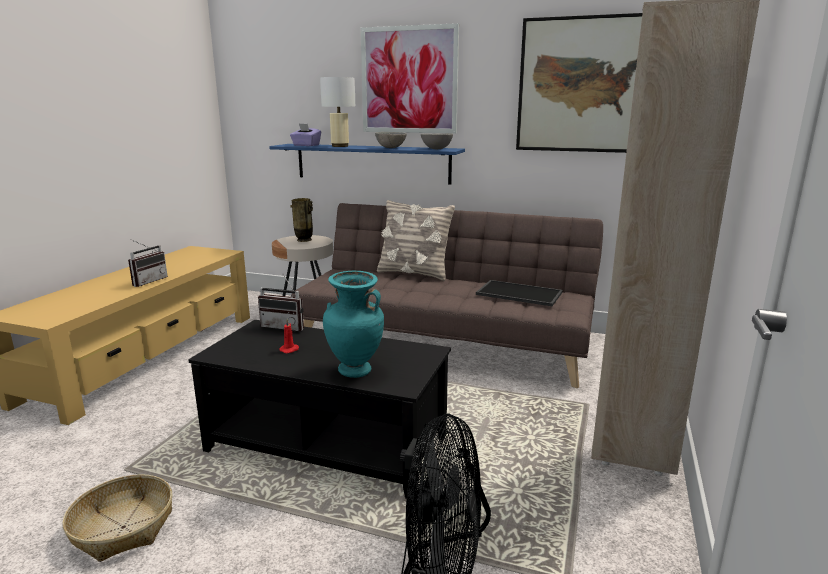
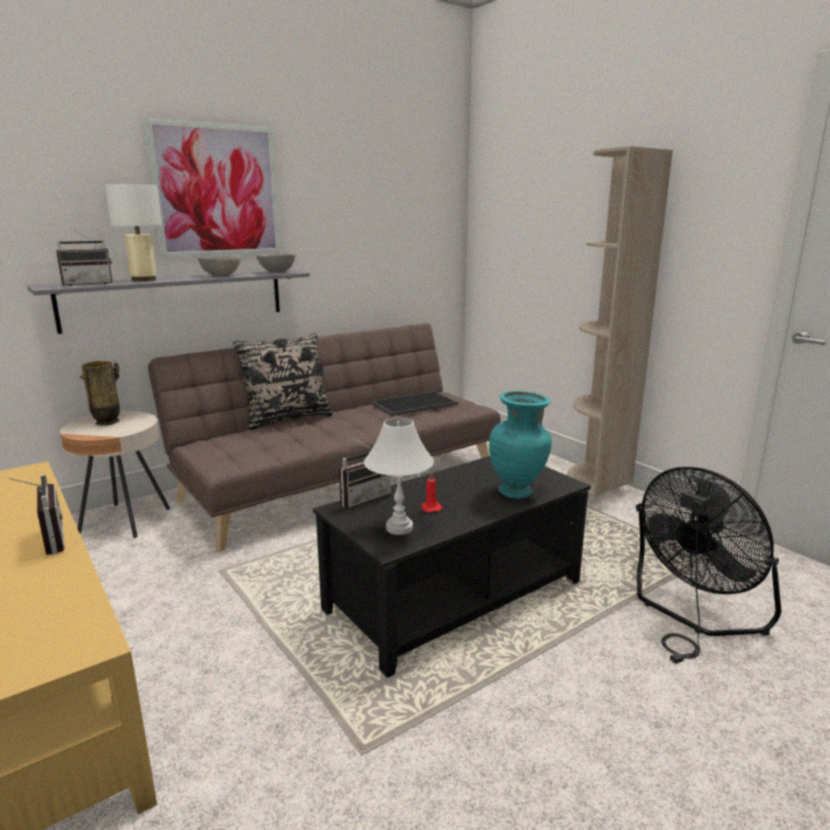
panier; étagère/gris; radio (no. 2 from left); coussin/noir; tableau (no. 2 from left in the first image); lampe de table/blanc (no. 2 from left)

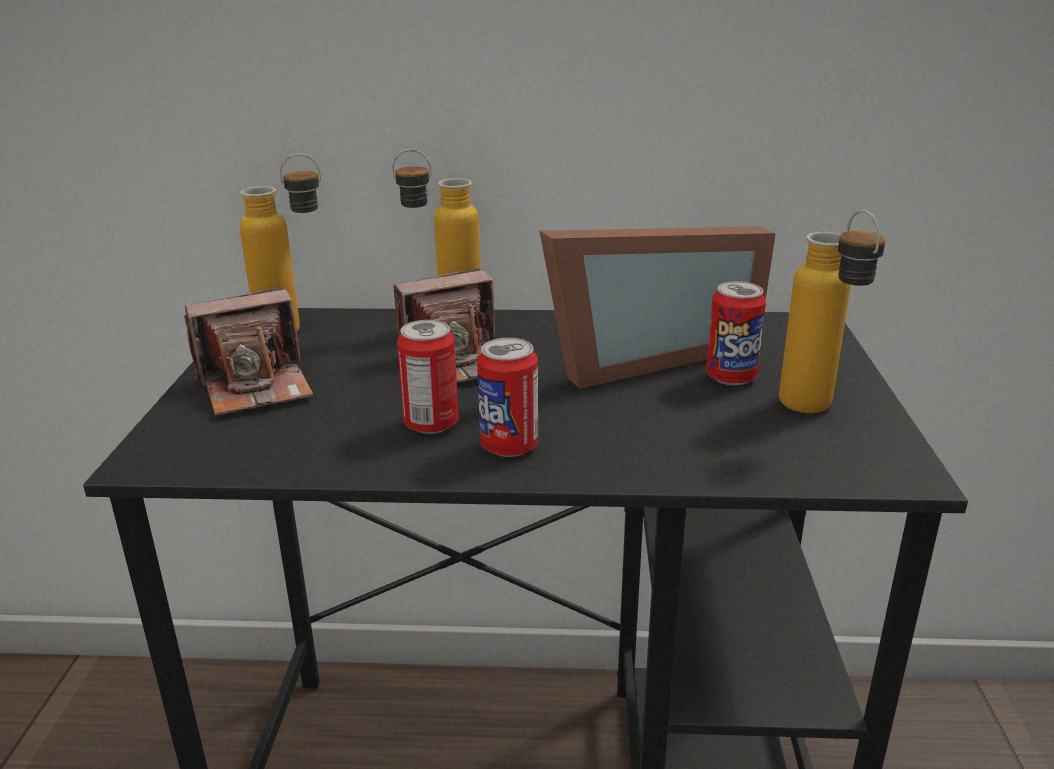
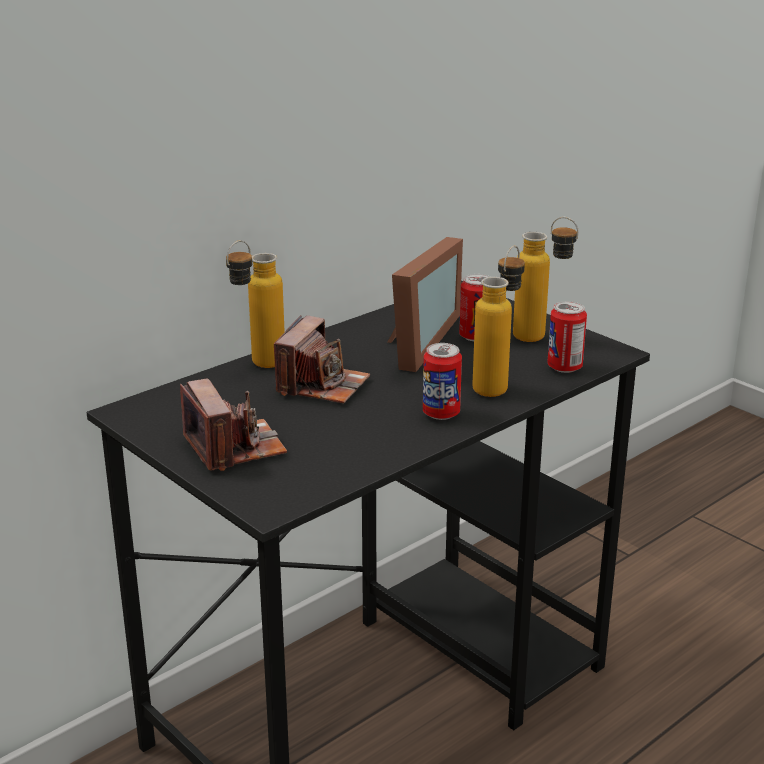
appareil photo (no. 1 from left); bouteille (no. 2 from left); boîte métallique (no. 3 from left)

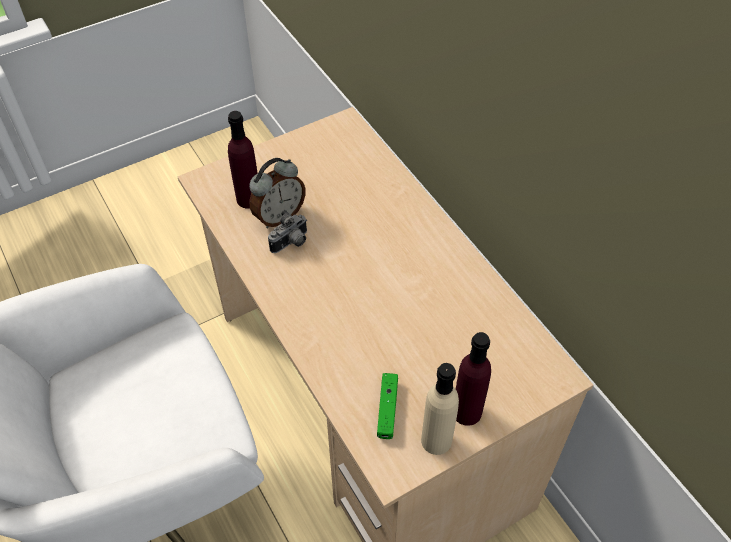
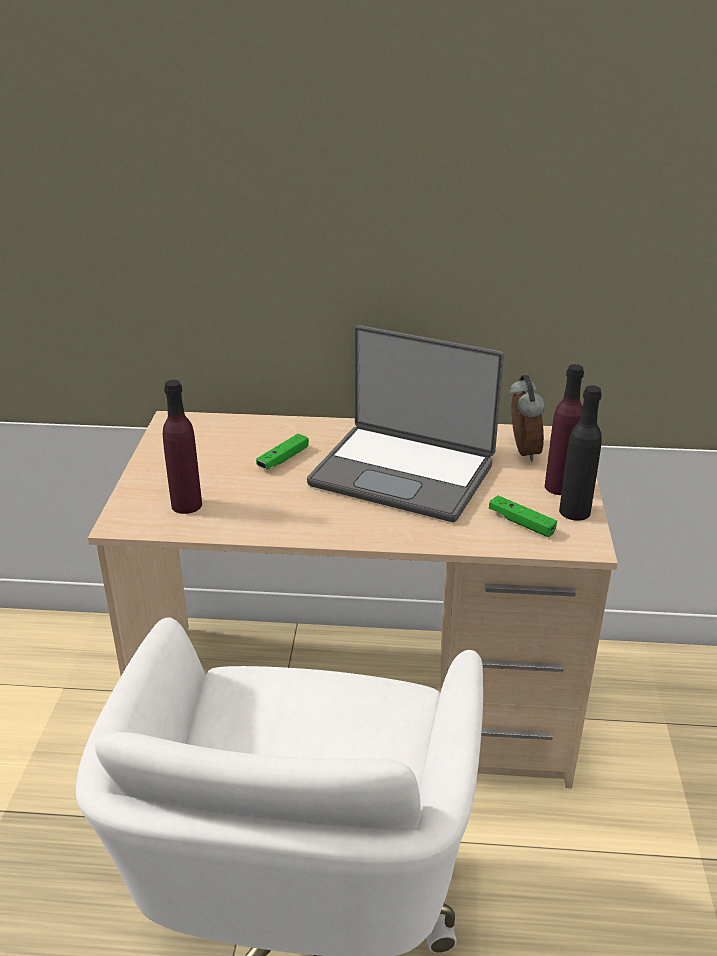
réveil; appareil photo; bouteille/noir; manette/vert (no. 1 from left); ordinateur portable

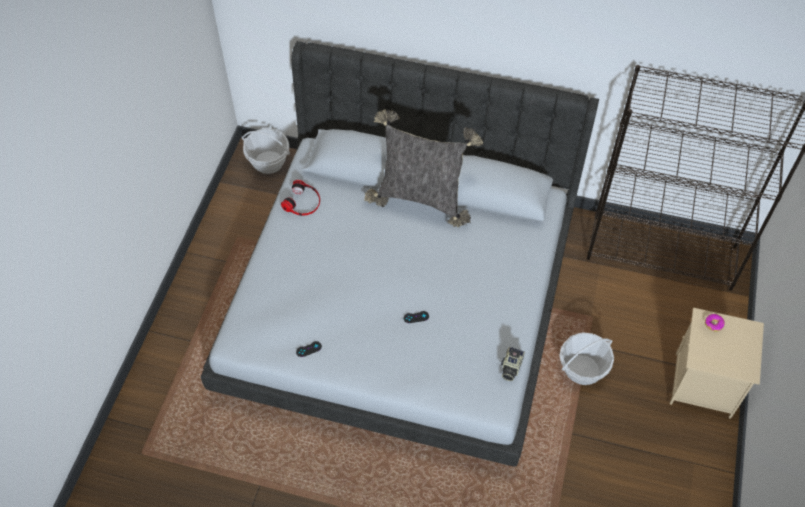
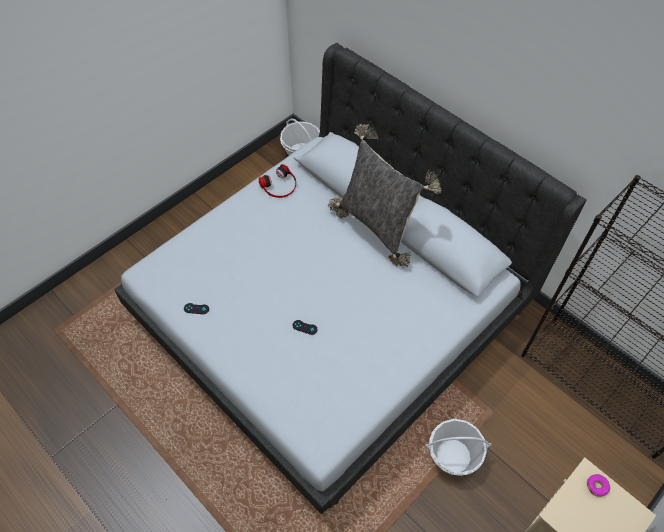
appareil photo

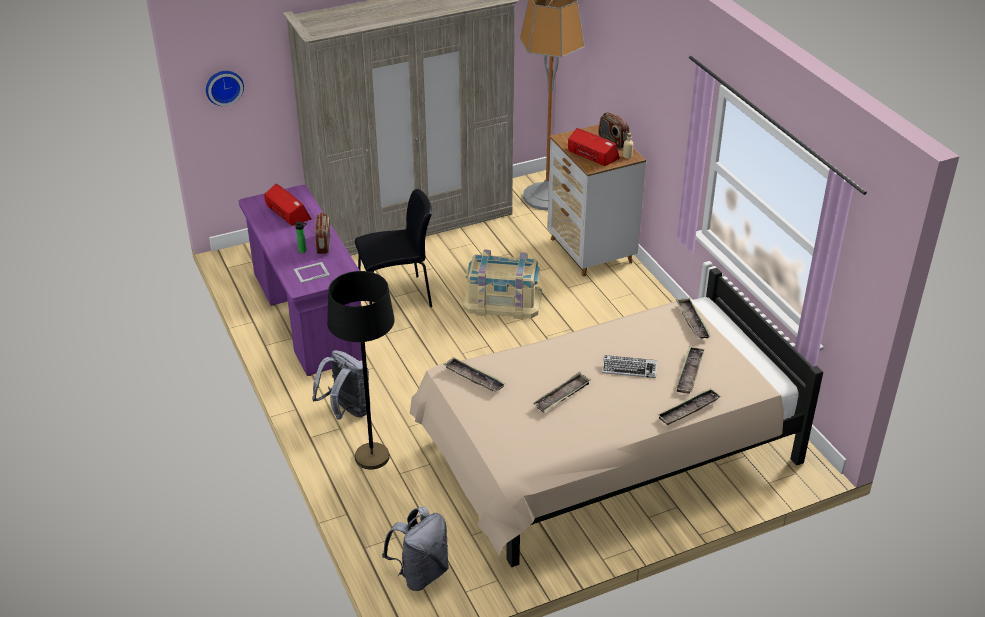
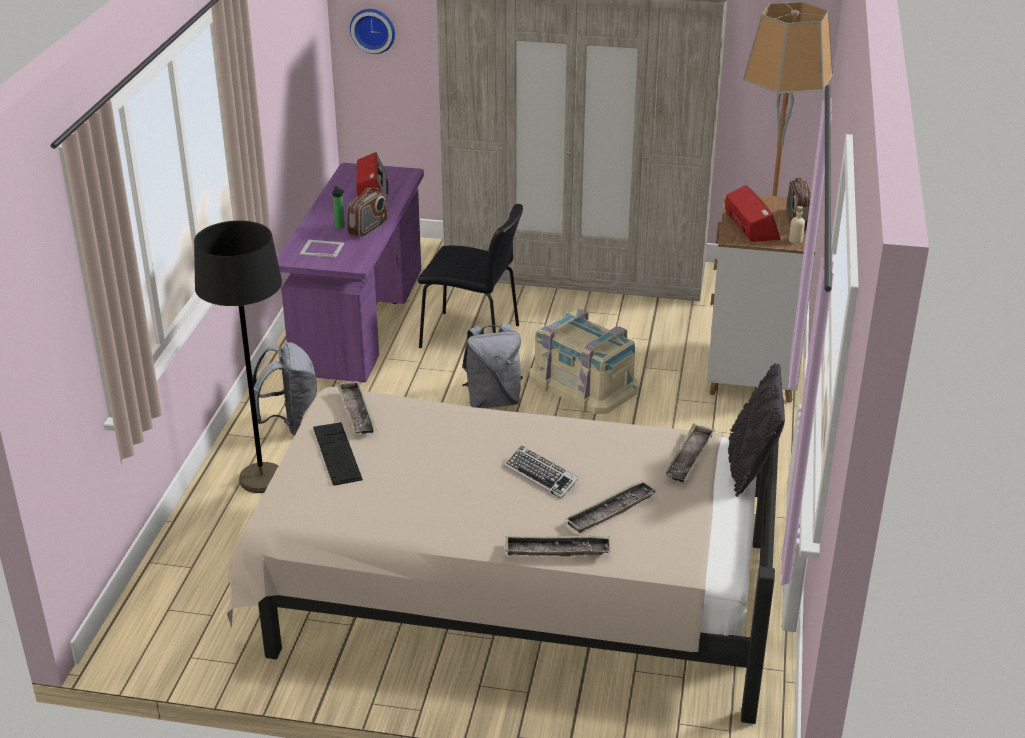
sac à dos/gris (no. 2 from left); plateau (no. 2 from left in the first image); clavier (no. 1 from left); coussin/noir

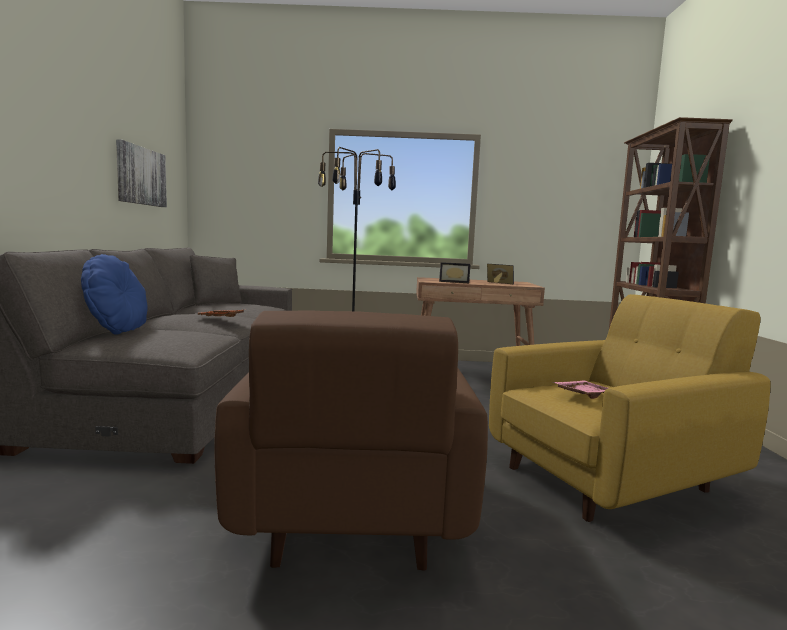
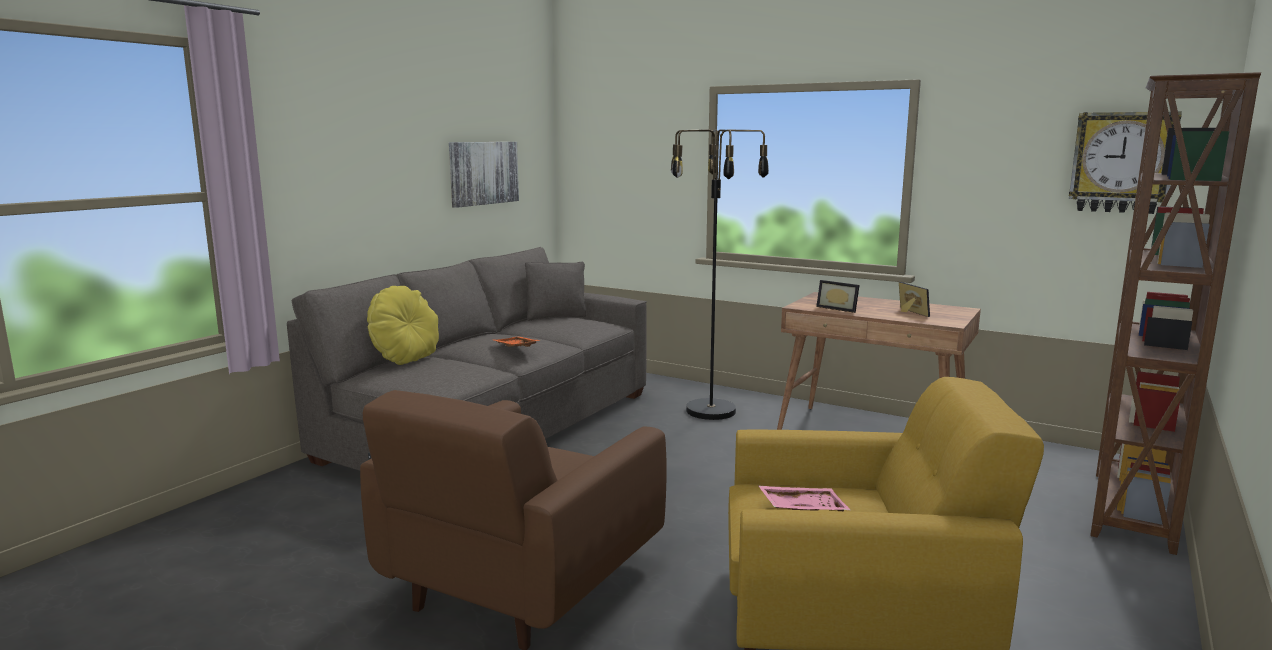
coussin/jaune; horloge murale

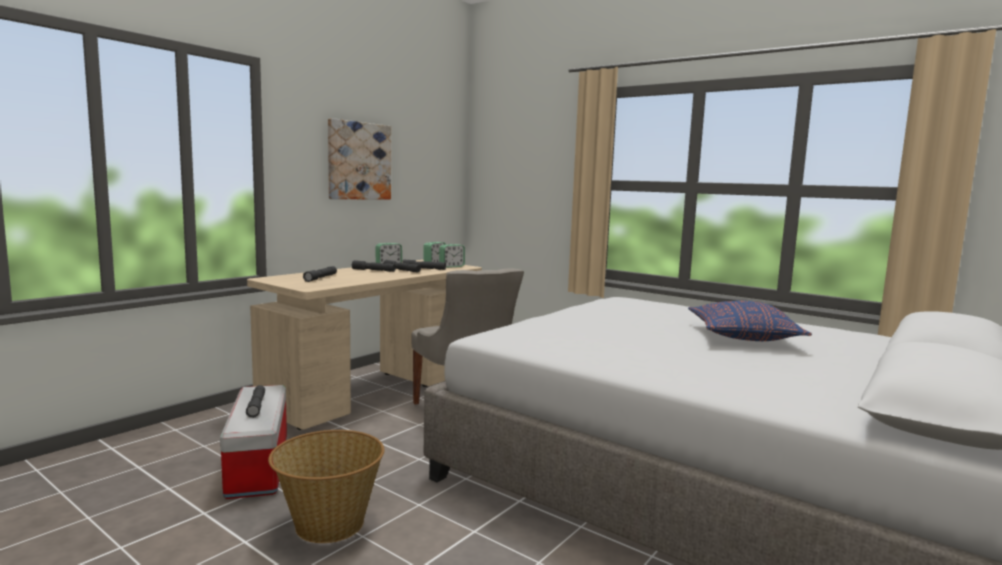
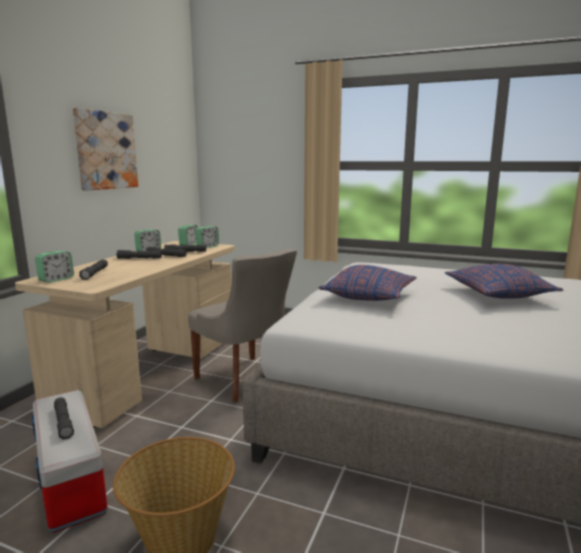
réveil (no. 1 from left); coussin/bleu (no. 1 from left)

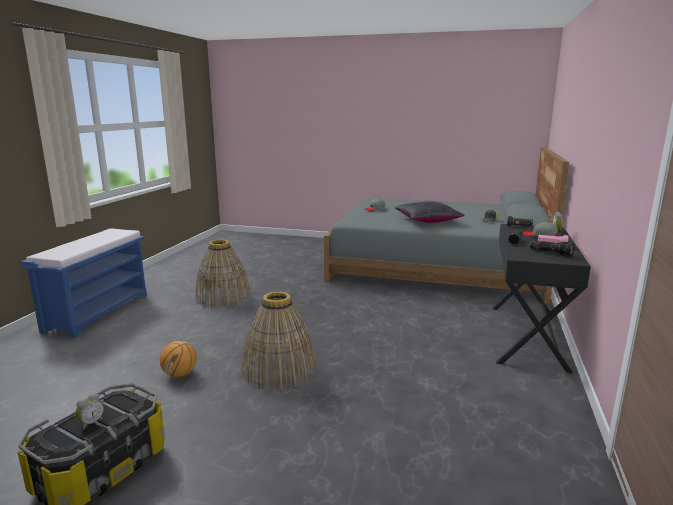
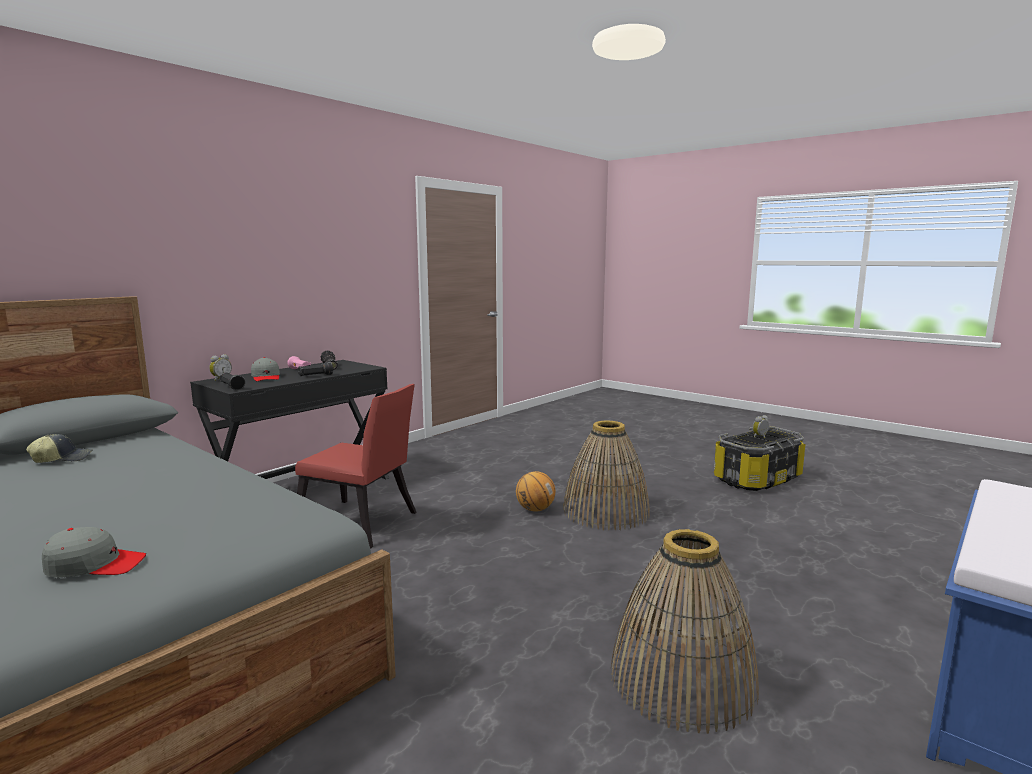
ballon de basket; coussin/noir; chaise/rouge

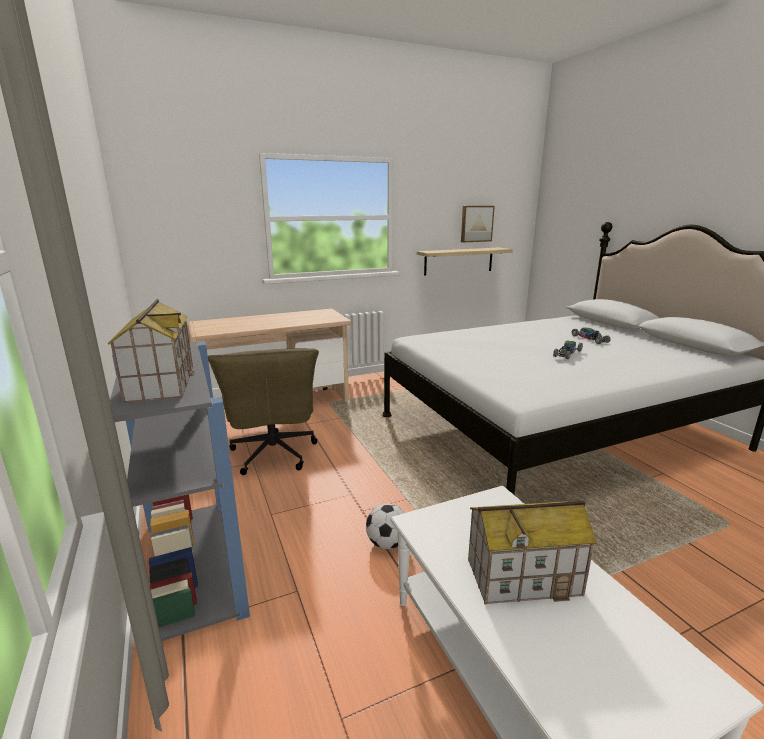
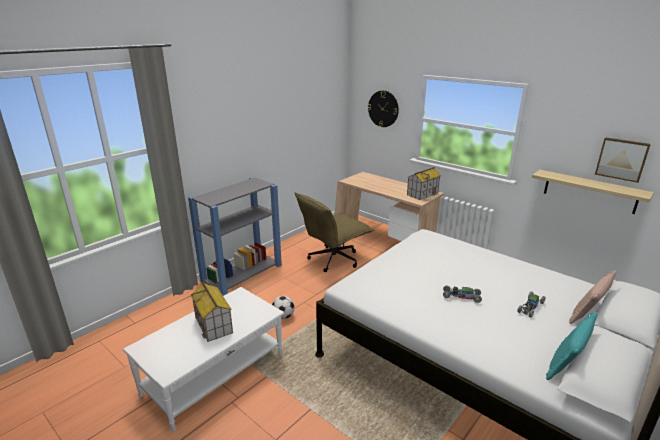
maison miniature (no. 2 from left); horloge murale; coussin/turquoise; coussin/beige

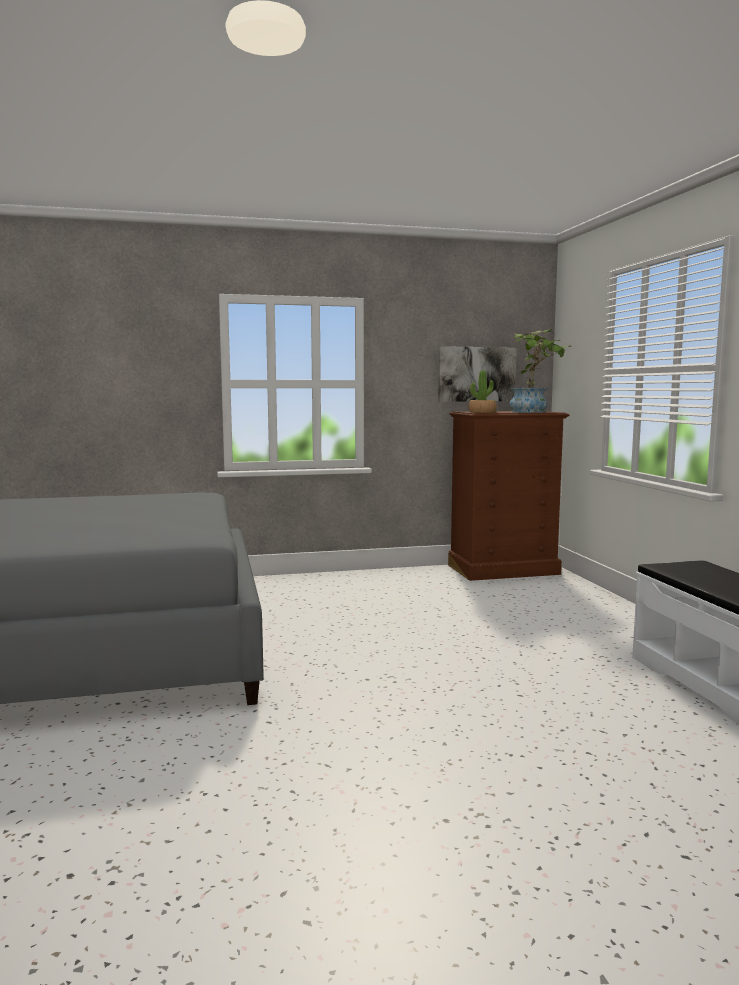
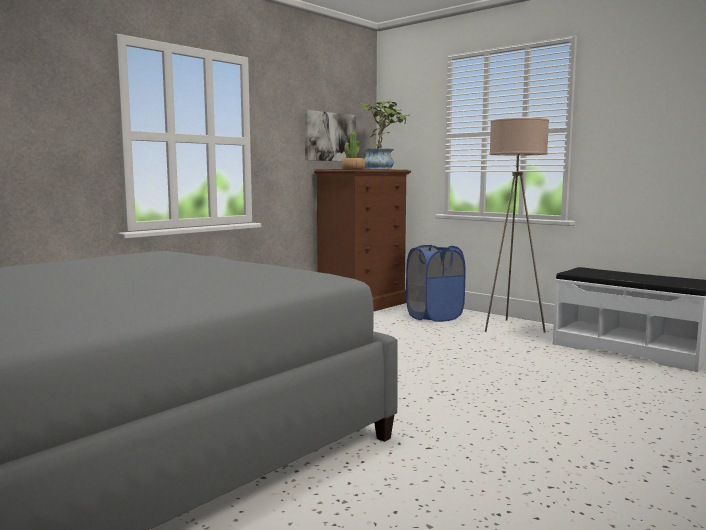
panier à linge/bleu; lampadaire/beige

